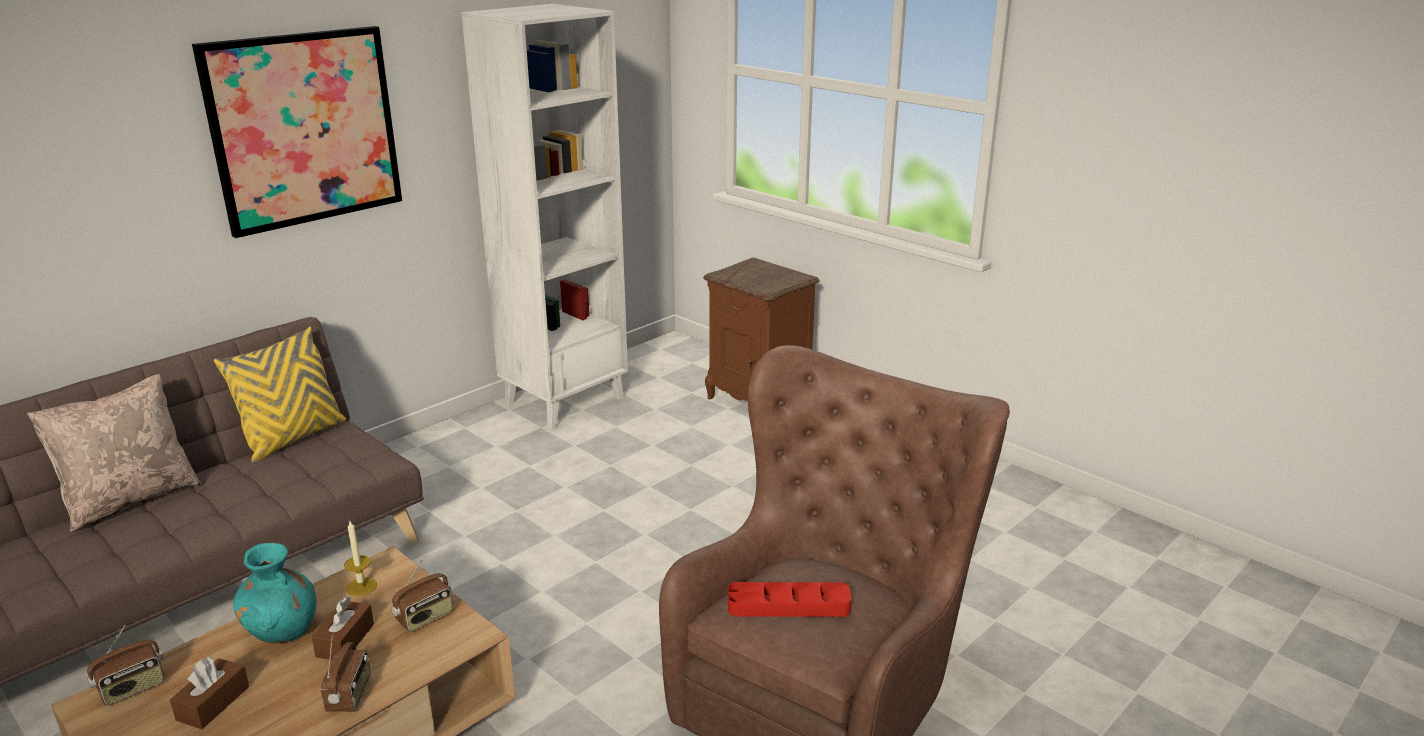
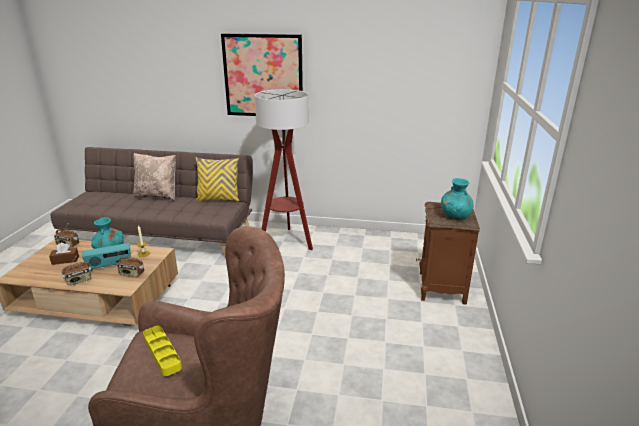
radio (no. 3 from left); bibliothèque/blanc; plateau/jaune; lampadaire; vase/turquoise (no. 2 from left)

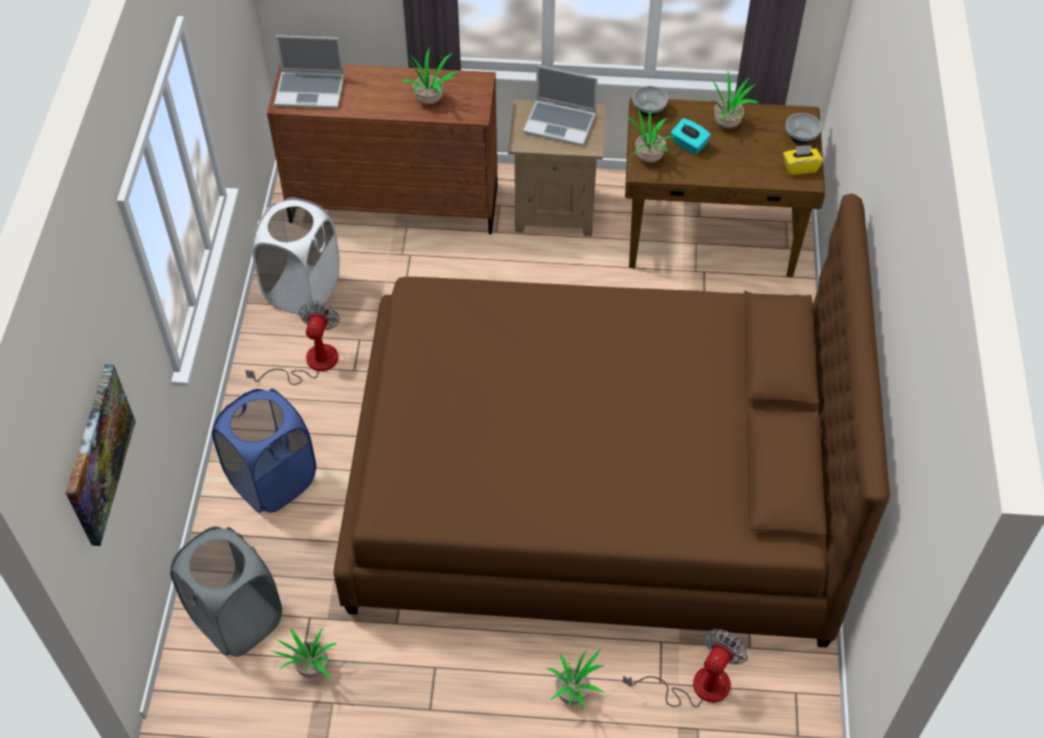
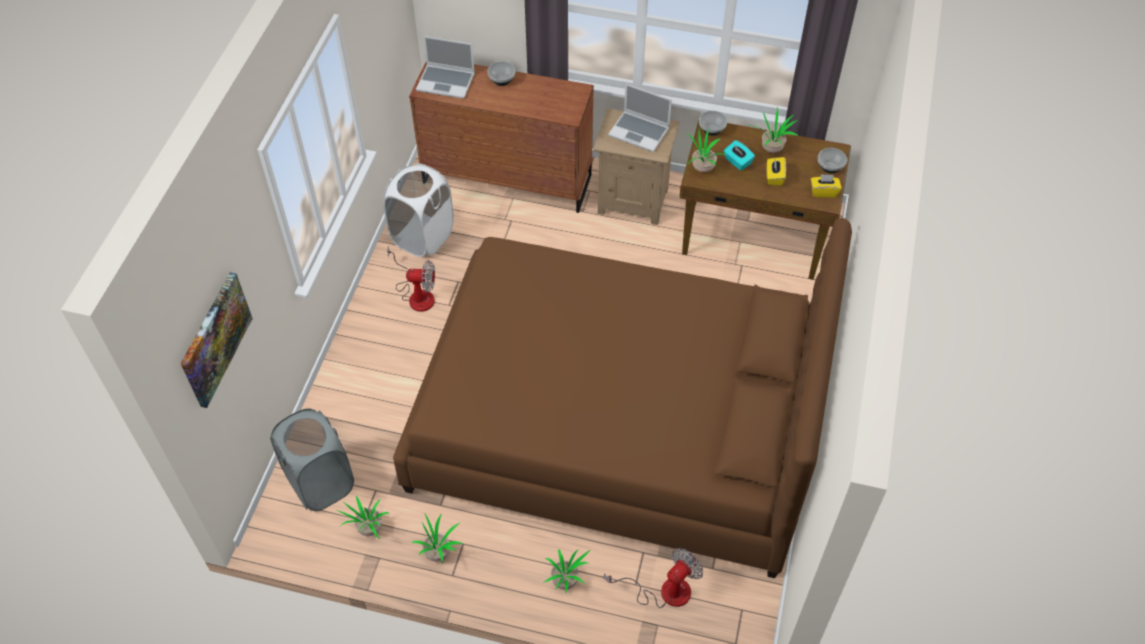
panier à linge/bleu; ventilateur (no. 1 from left); plante en pot (no. 2 from left); bol (no. 1 from left); boîte à mouchoirs/jaune (no. 1 from left)

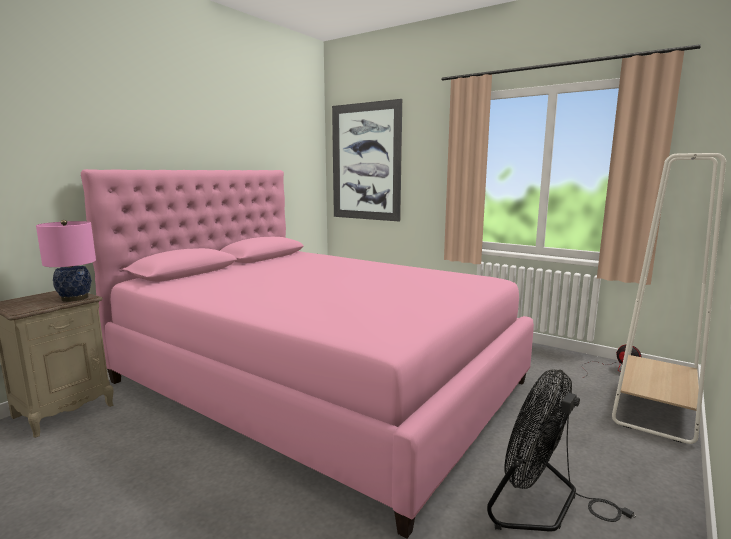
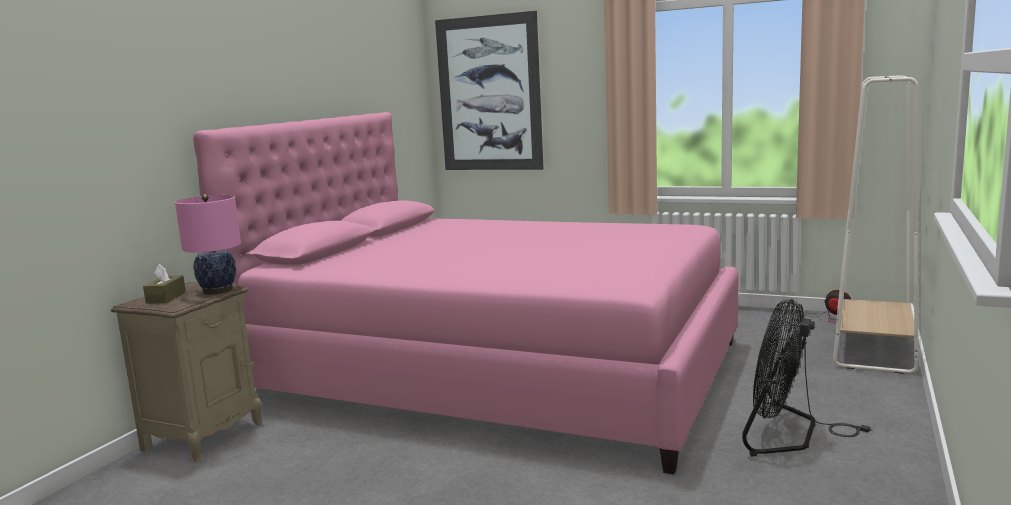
boîte à mouchoirs/marron

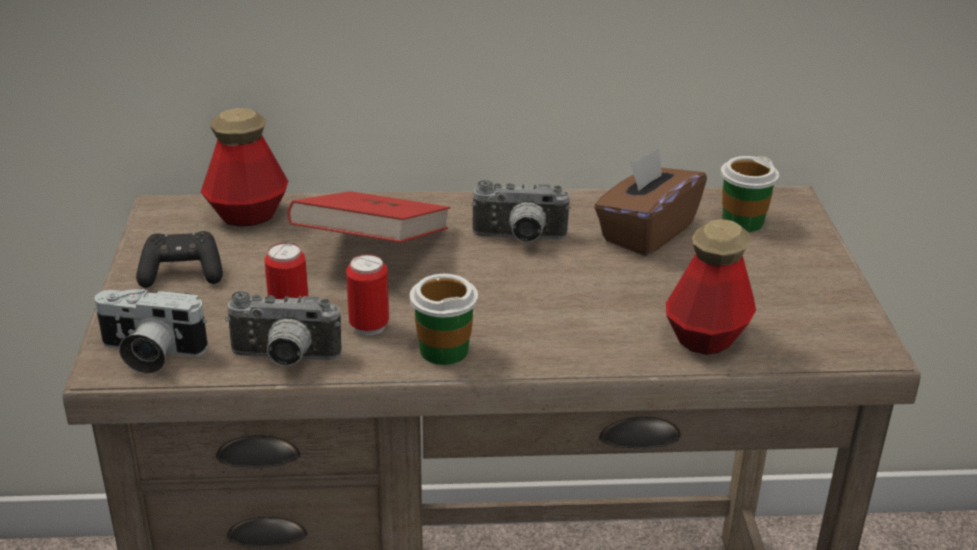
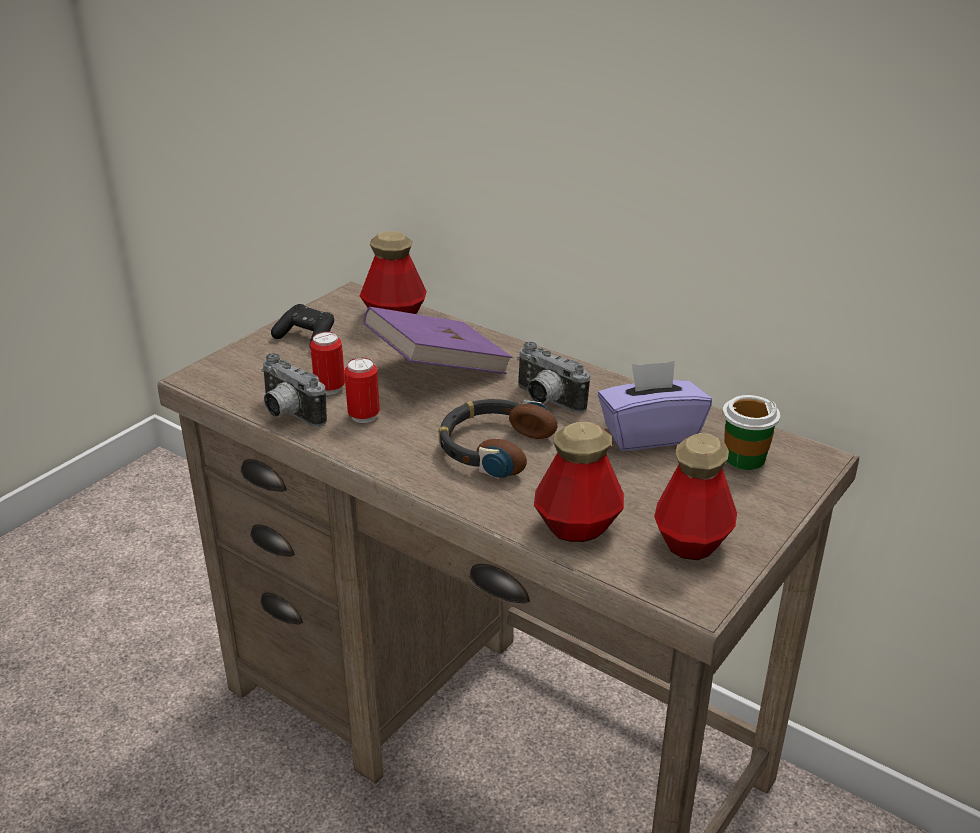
appareil photo (no. 1 from left in the first image); livre/violet; tasse (no. 1 from left in the first image); boîte à mouchoirs/violet; casque audio; bouteille (no. 3 from left)

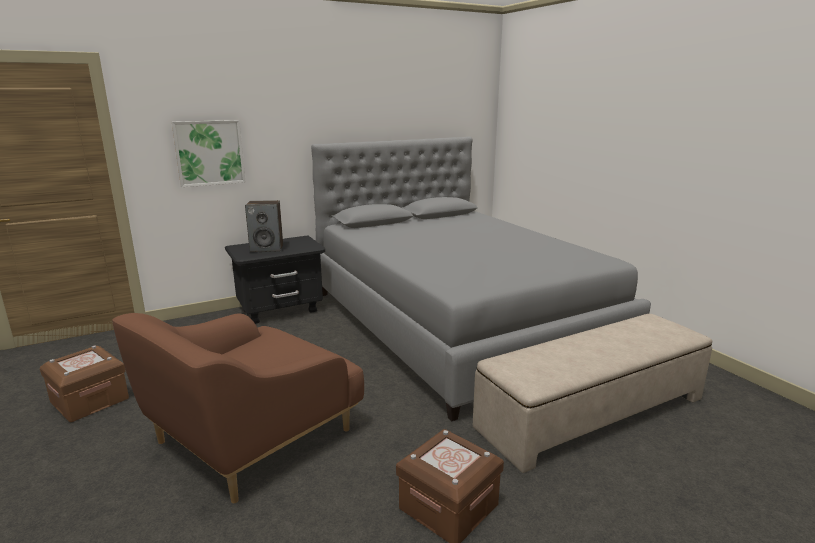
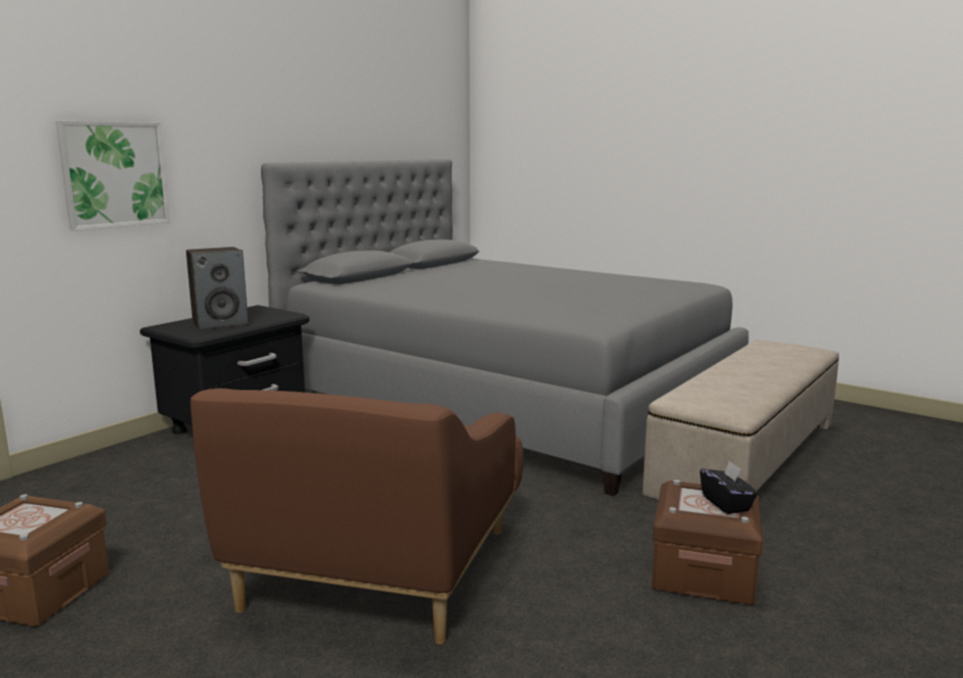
boîte à mouchoirs/noir

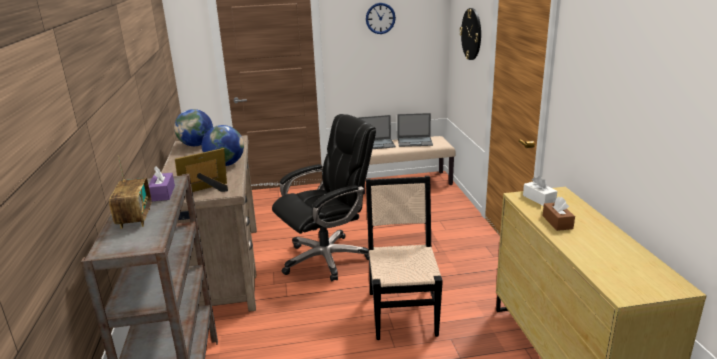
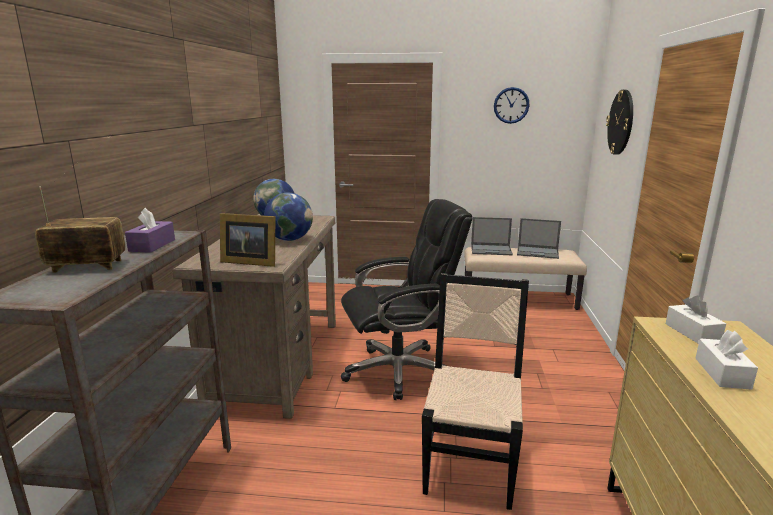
radio; cadre photo; boîte à mouchoirs/blanc (no. 2 from left)

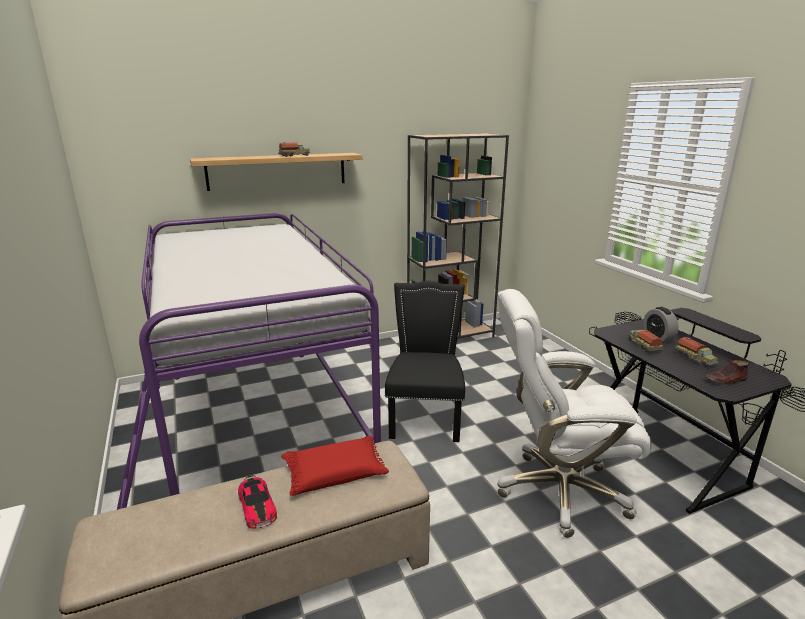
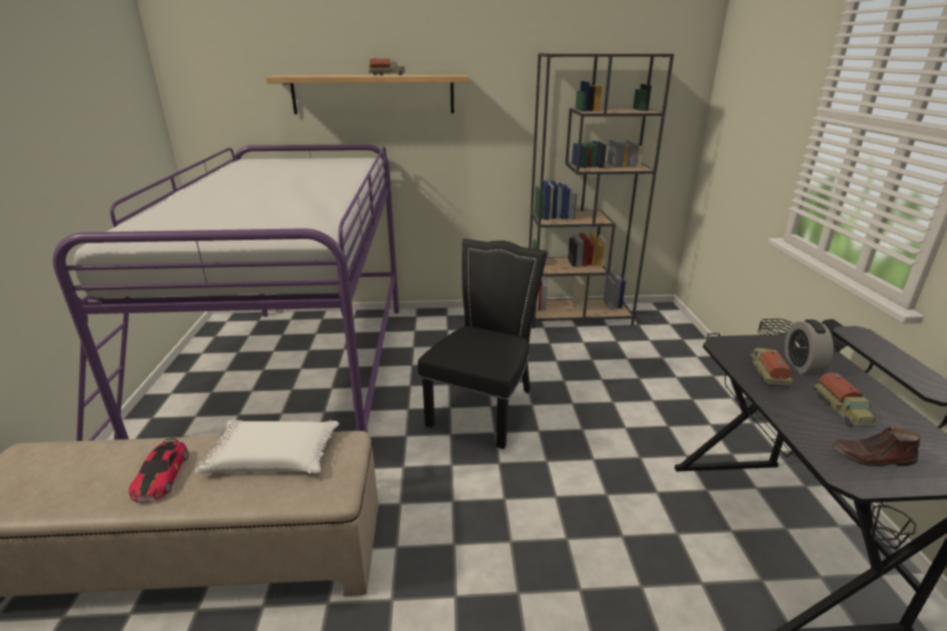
coussin/blanc; chaise de bureau/blanc

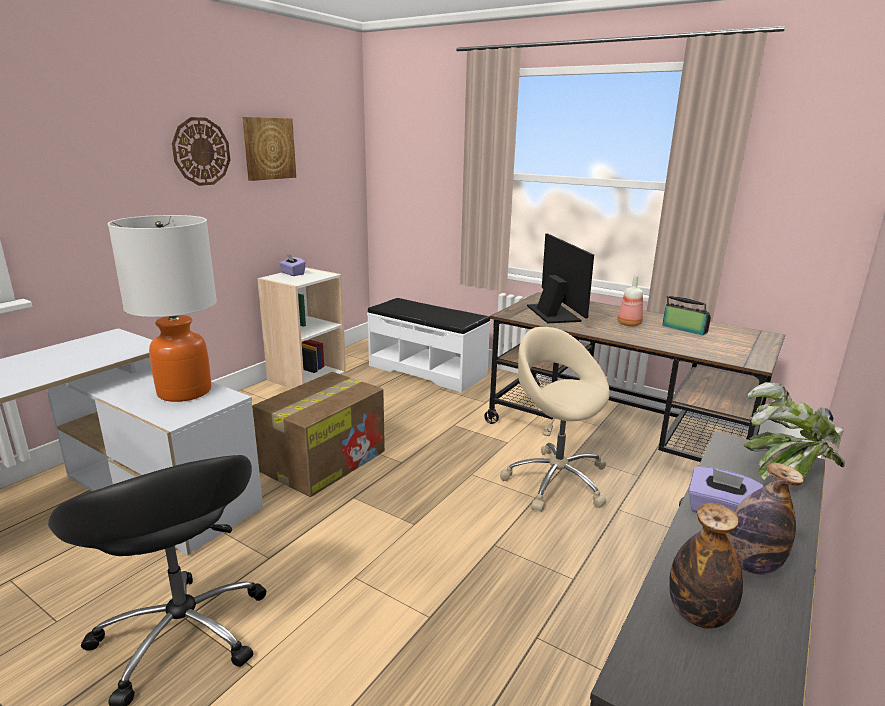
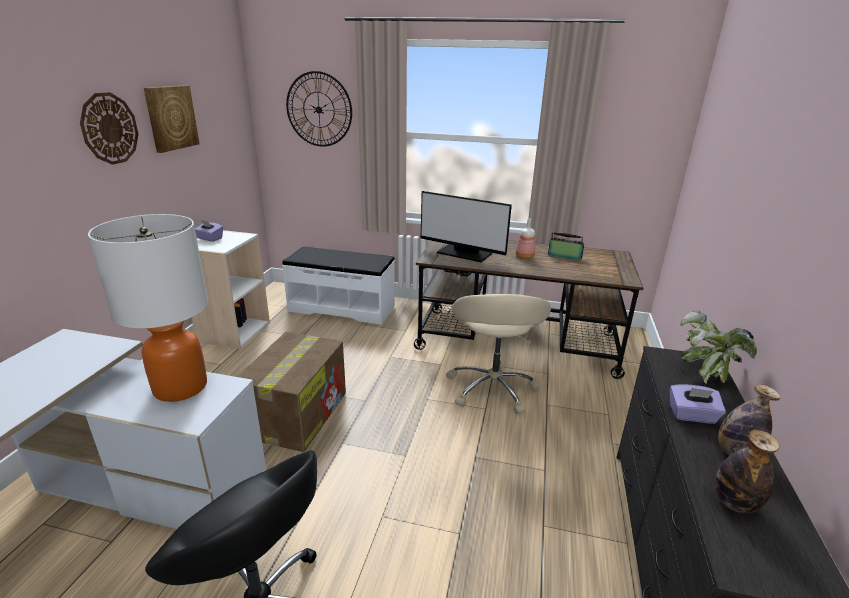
chaise de bureau/beige; écran d'ordinateur; horloge murale (no. 2 from left)

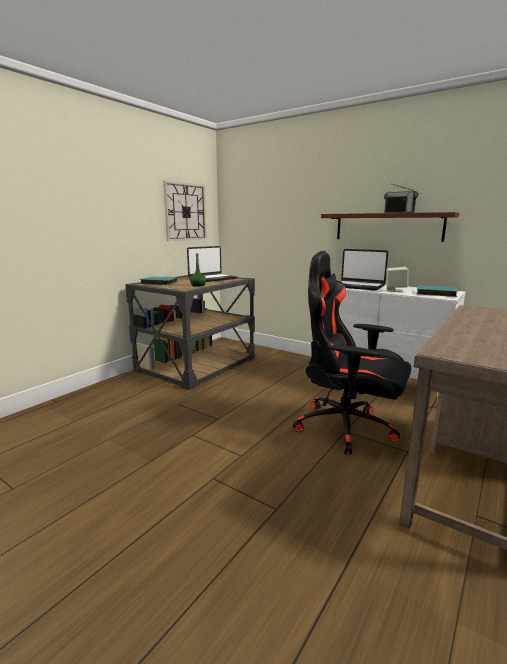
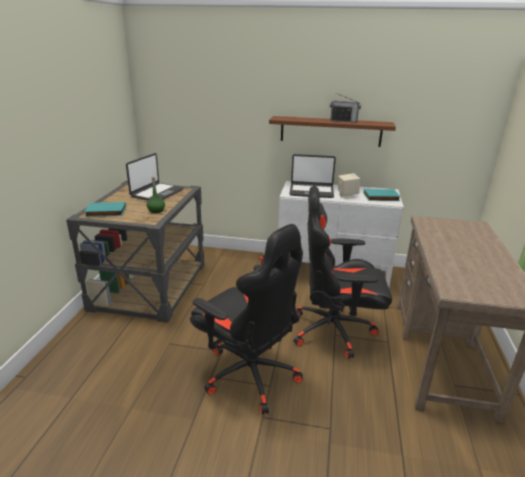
horloge murale; chaise de bureau/noir (no. 1 from left)

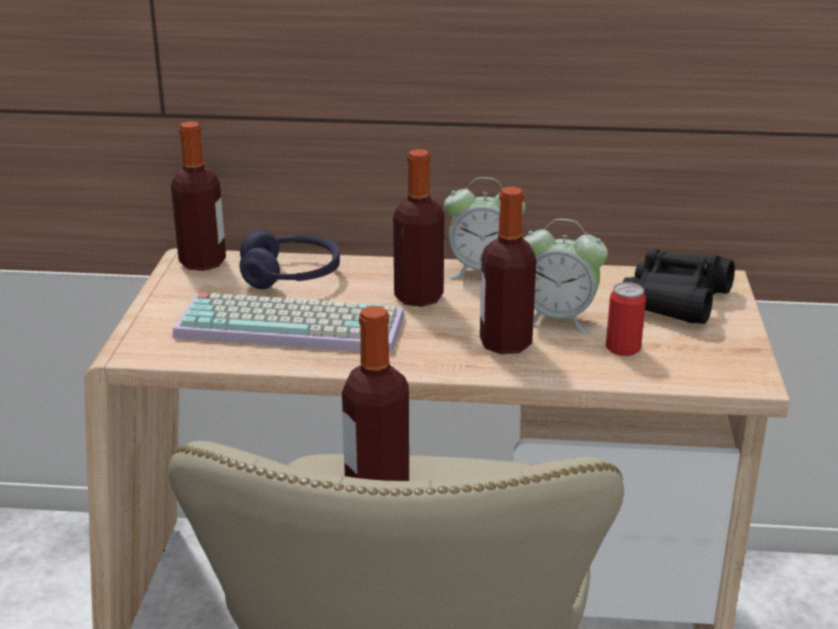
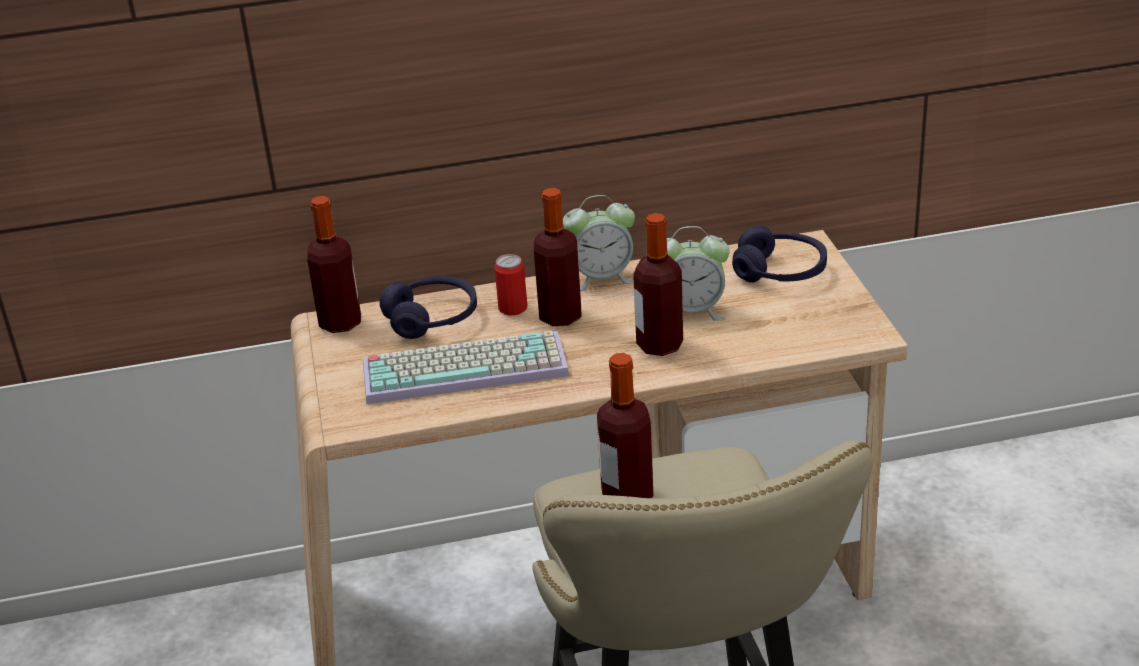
boîte métallique; casque audio/violet (no. 2 from left)

